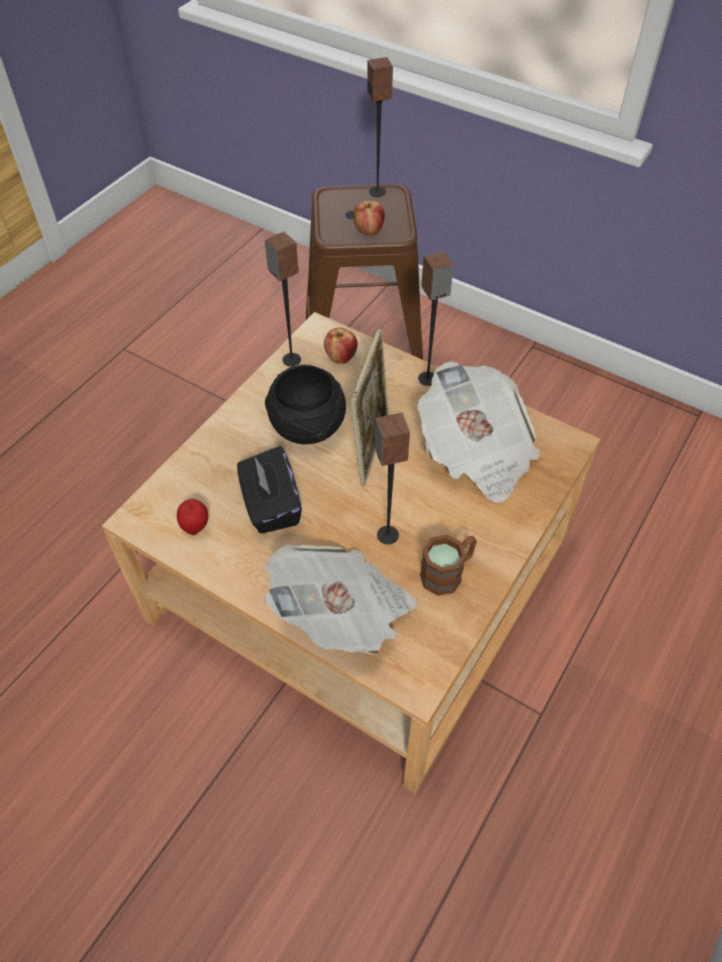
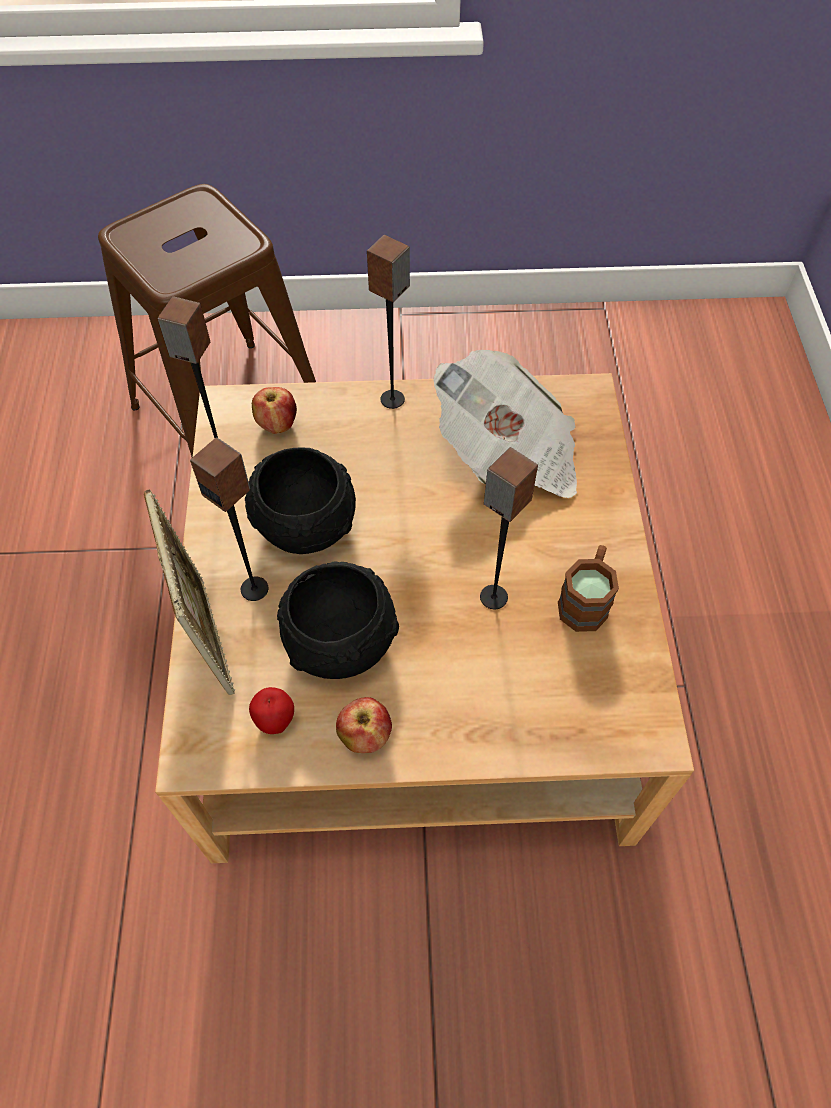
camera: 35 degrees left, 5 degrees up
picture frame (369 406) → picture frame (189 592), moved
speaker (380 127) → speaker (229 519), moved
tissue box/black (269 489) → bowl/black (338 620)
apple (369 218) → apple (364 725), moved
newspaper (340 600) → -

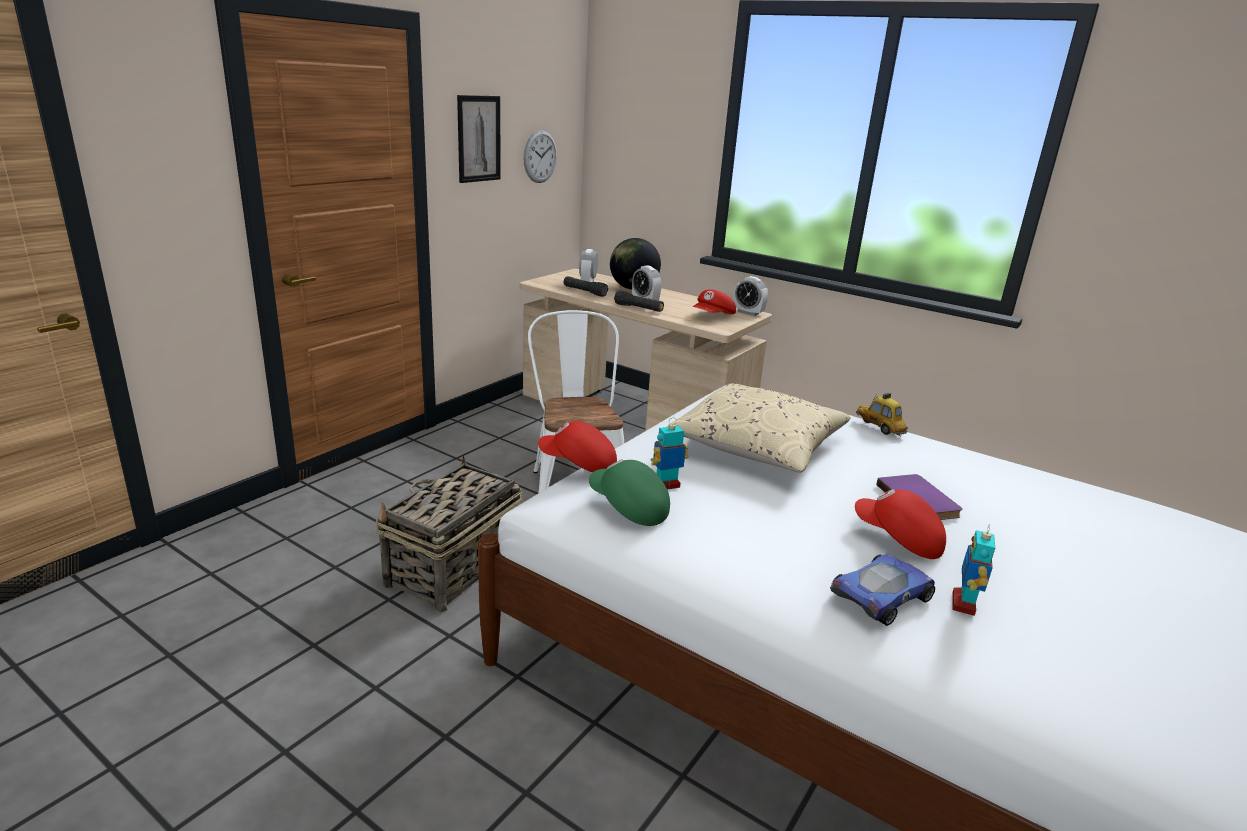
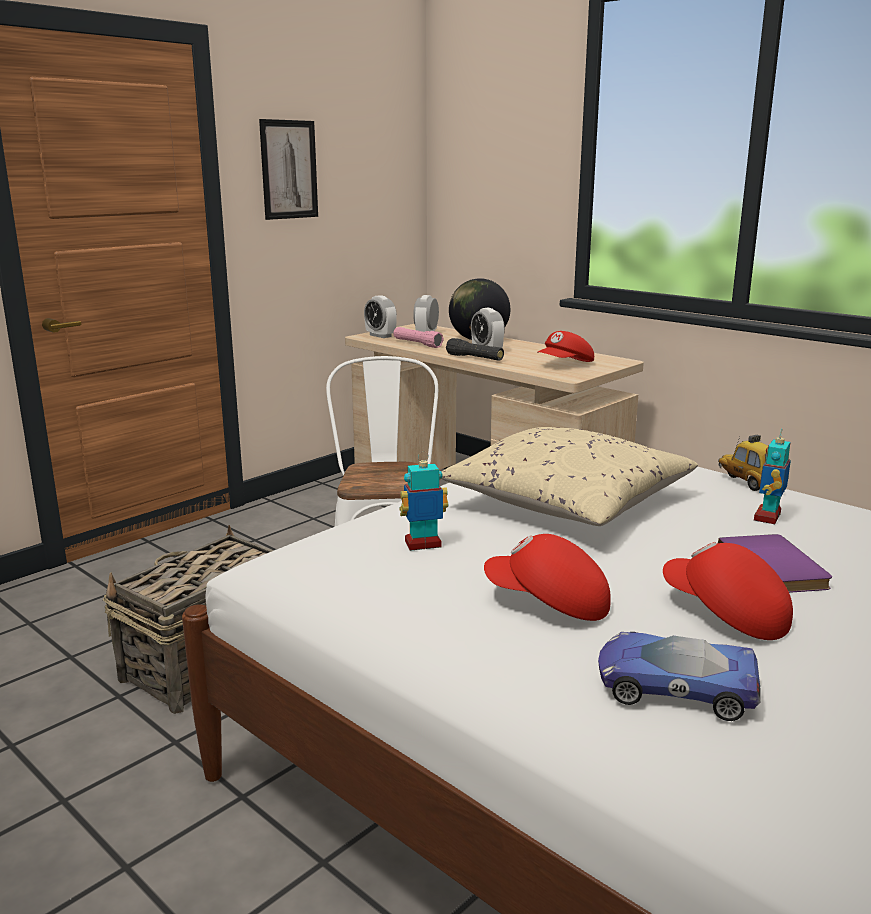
camera: 10 degrees right, 5 degrees down
alarm clock (750 296) → alarm clock (380 316), moved
flashlight/black (586 286) → flashlight/pink (418 337)
cap/red (577 446) → cap/red (547 577), moved
toy car (882 589) → toy car (679 676), 135 degrees counterclockwise
toy robot (974 570) → toy robot (772 476), moved
wall clock (540 156) → -
cap/green (629 492) → -

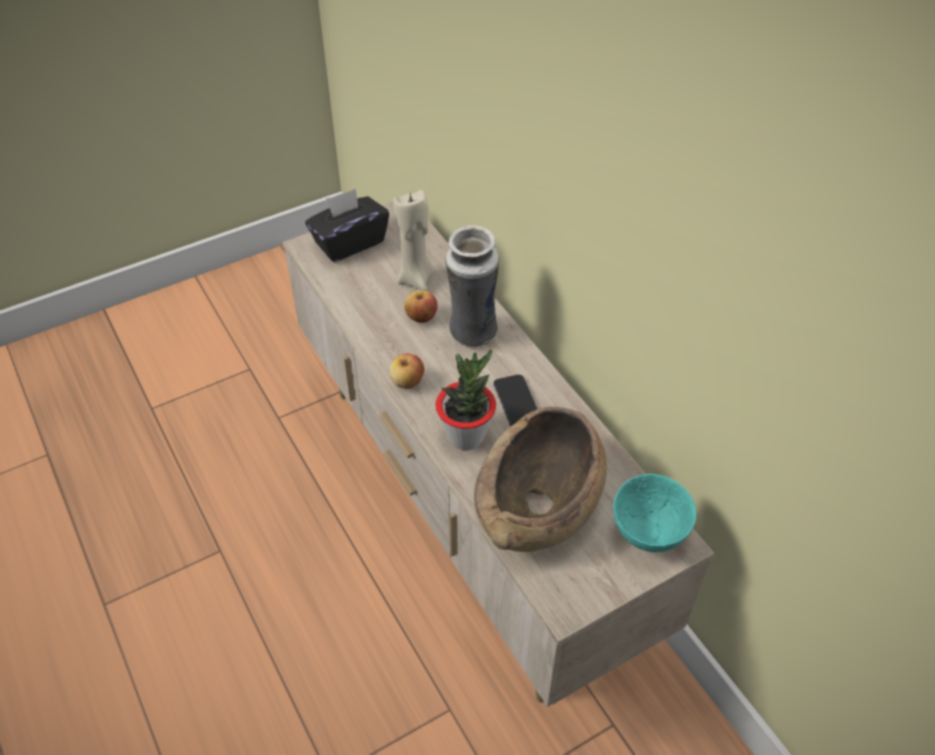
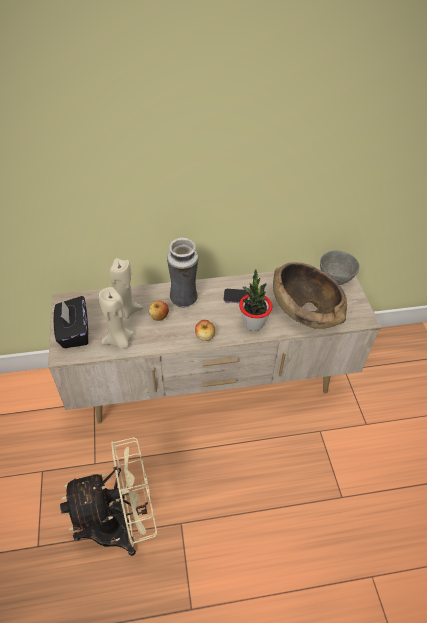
camera: 70 degrees left, 0 degrees up
- → fan/beige (108 496)
- → candle/beige (116 318)
bowl/turquoise (655 513) → bowl/grey (340 268)

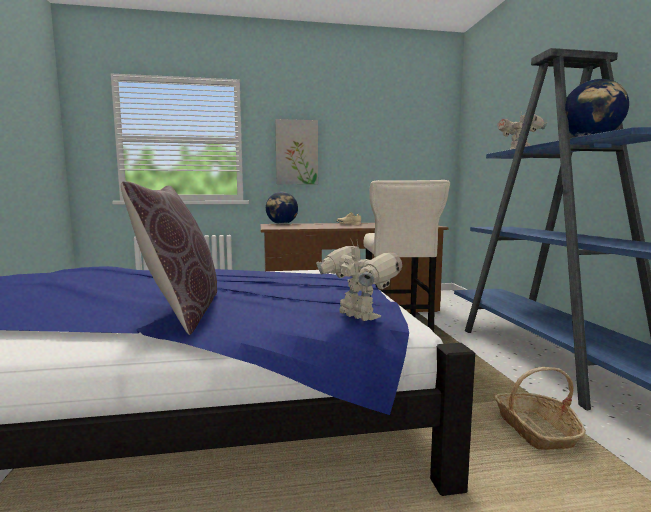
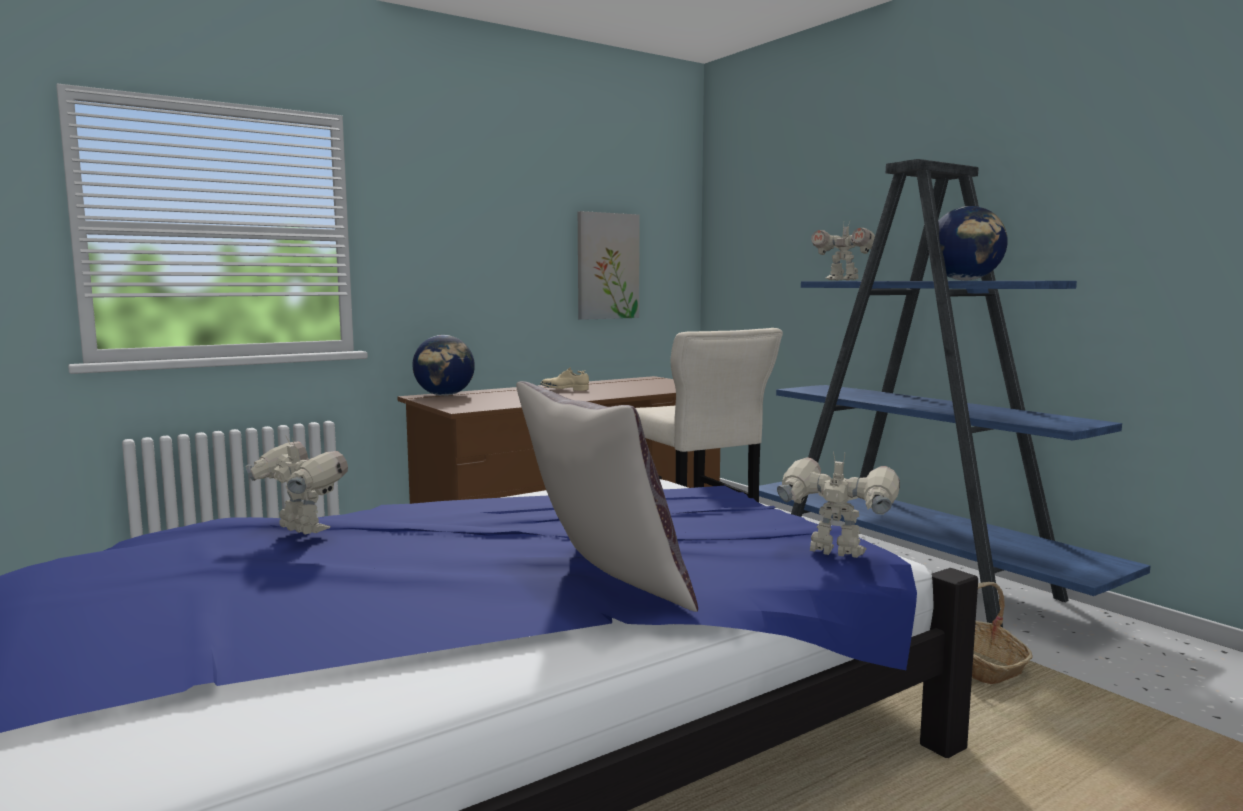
camera: 25 degrees left, 0 degrees up
- → toy robot (297 485)
picture (296 151) → picture (609 265), moved

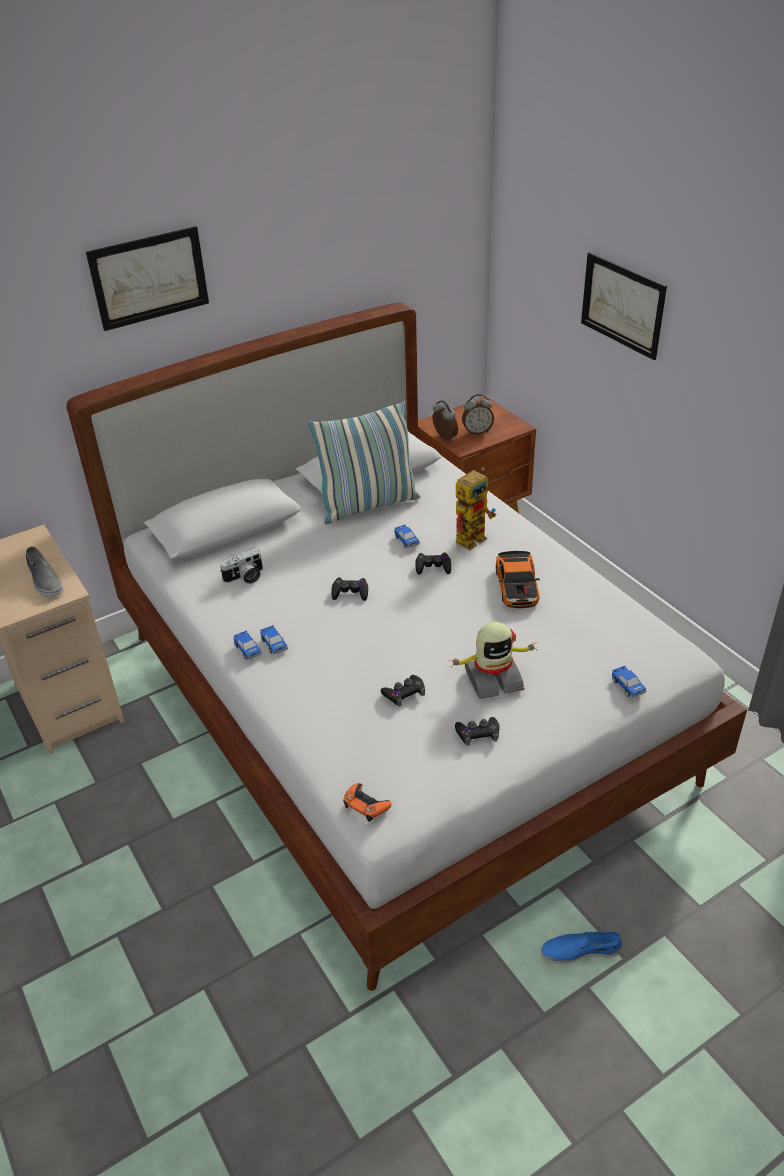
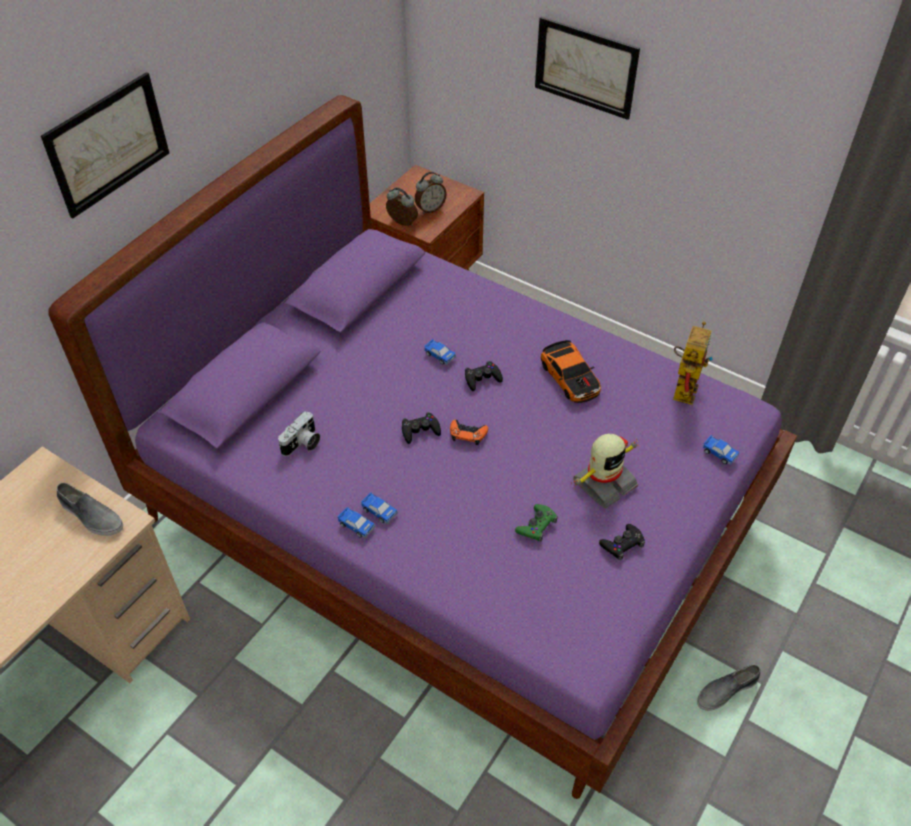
camera: 25 degrees left, 10 degrees up
bed/white (407 646) → bed/purple (422 447)
game controller/orange (367 802) → game controller/orange (469 432), moved
game controller/black (403 691) → game controller/green (536 523)
toy robot (476 509) → toy robot (693 363), moved
shoe/blue (581 947) → shoe/grey (728 687)
pillow (364 462) → -

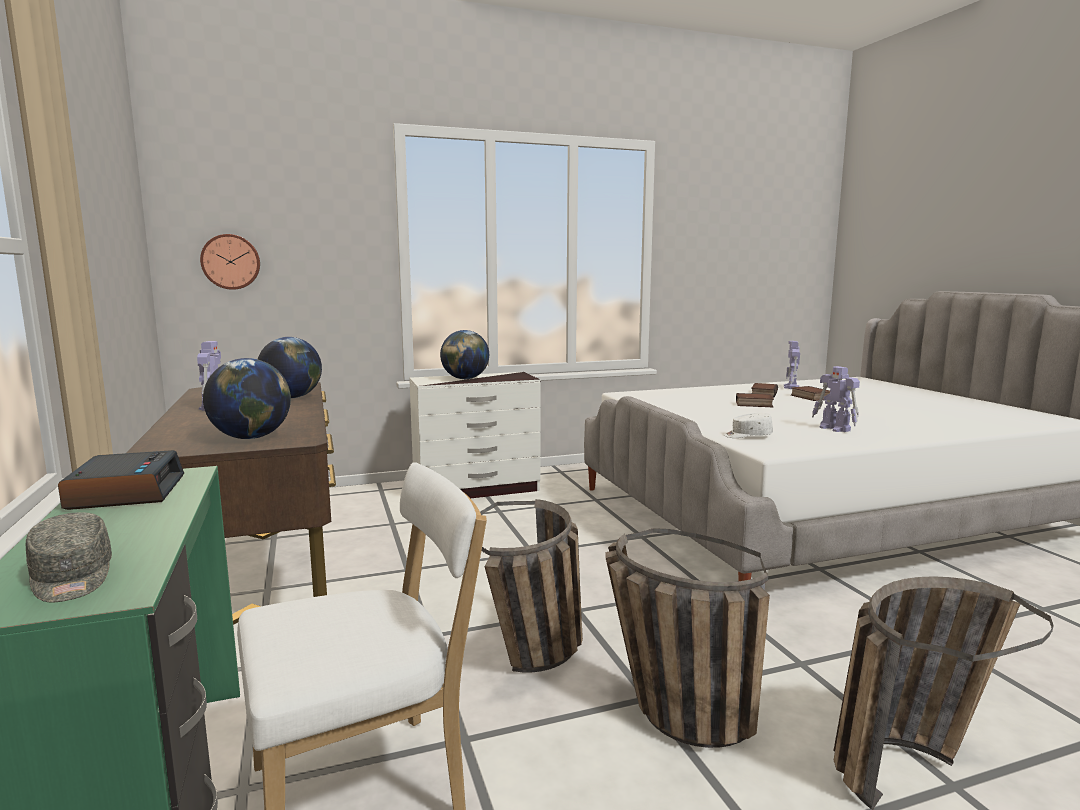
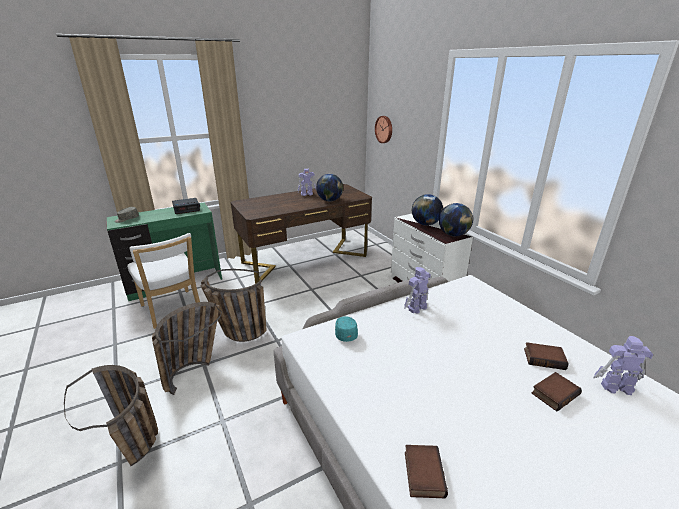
camera: 80 degrees right, 15 degrees up
cap/white (748 425) → cap/turquoise (346 329)
toy robot (836 399) → toy robot (417 290), moved
book (755 400) → book (426 471), moved
globe (247 398) → globe (456 219), moved

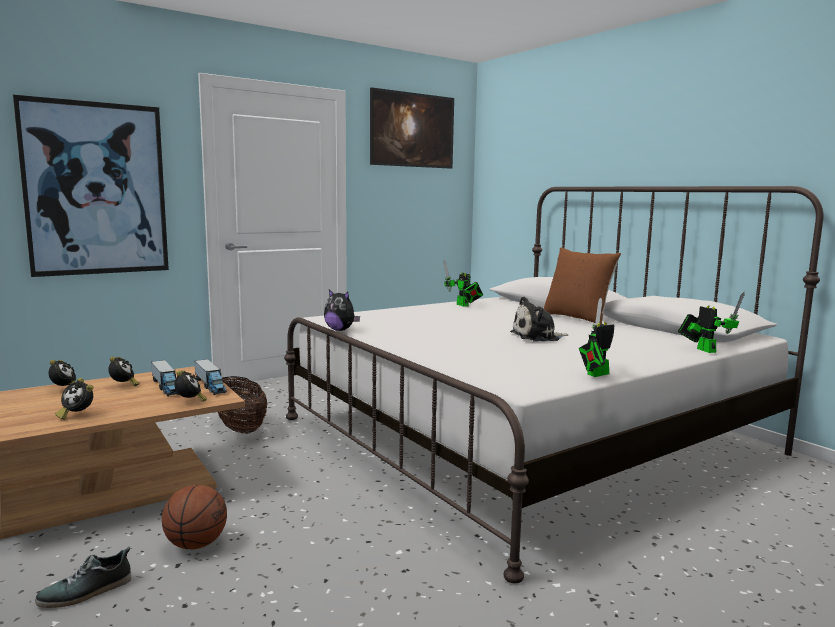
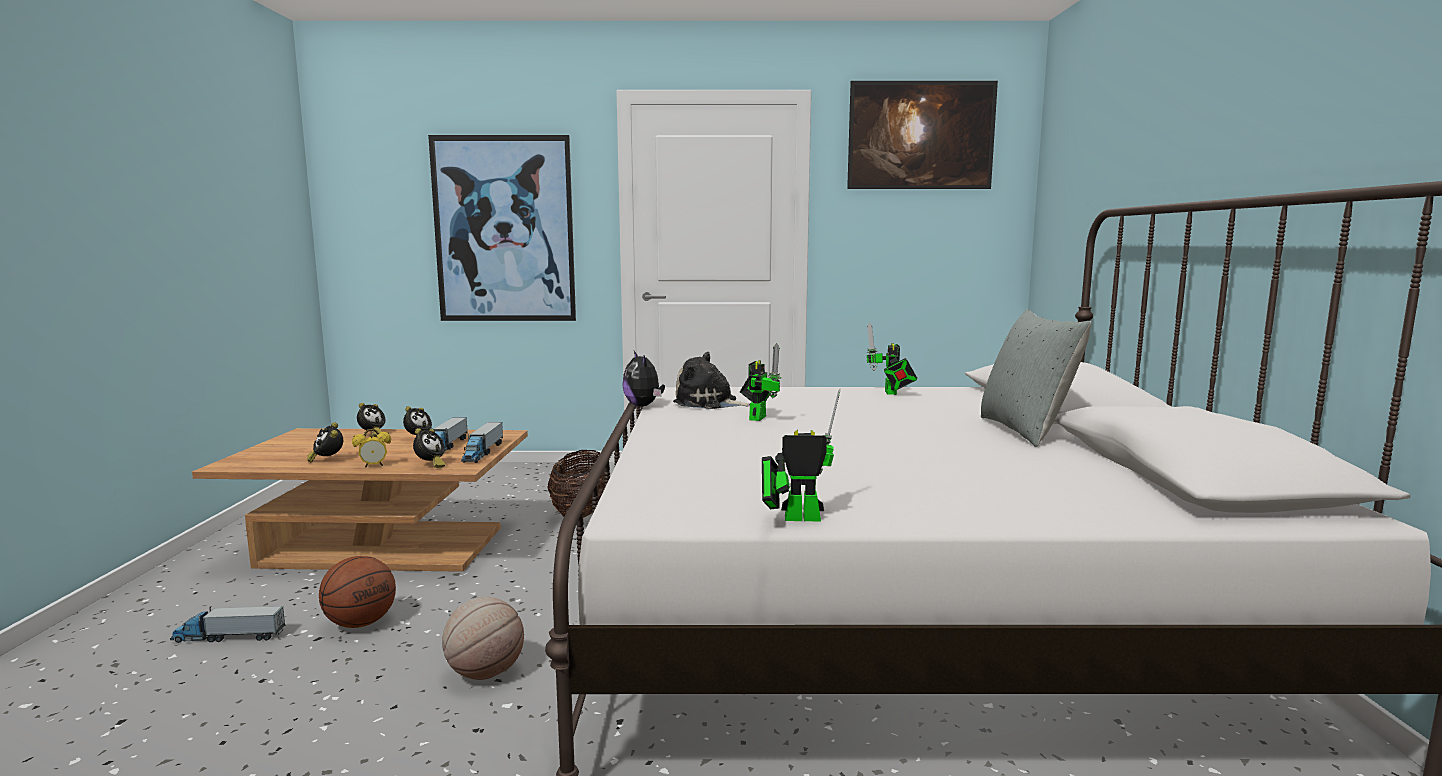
camera: 35 degrees right, 0 degrees up
shoe (83 577) → toy truck (228 624)
- → alarm clock (371 448)
- → basketball (483 638)
plush toy (539 319) → plush toy (711 380), moved
toy robot (711 322) → toy robot (761 382), moved
pillow/brown (582 285) → pillow/grey (1036 378)

